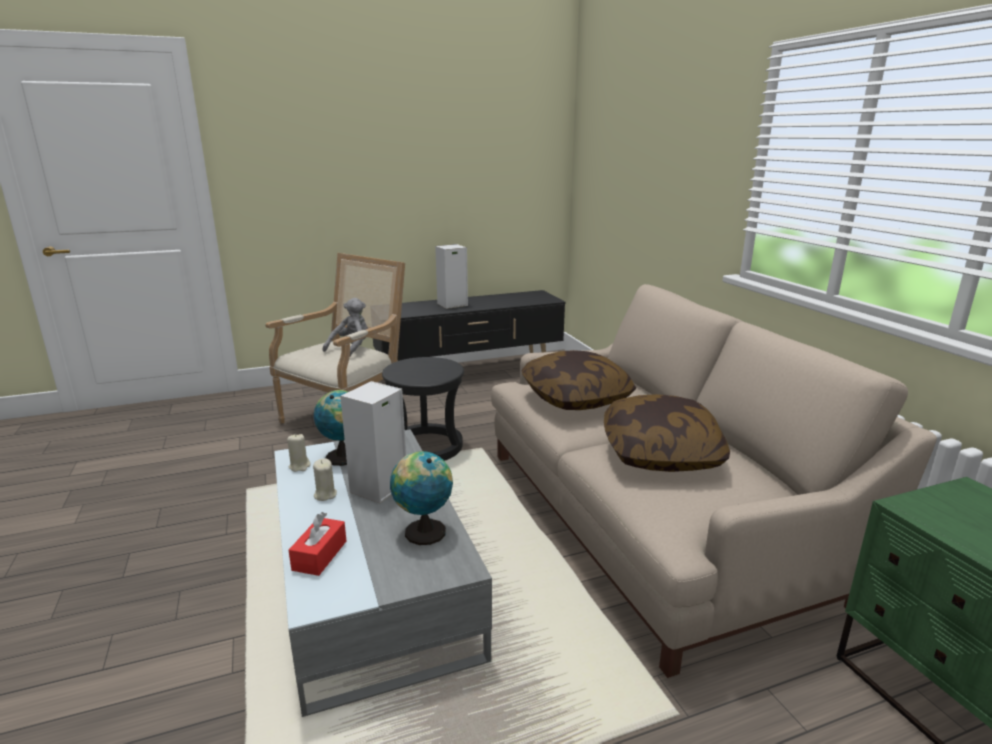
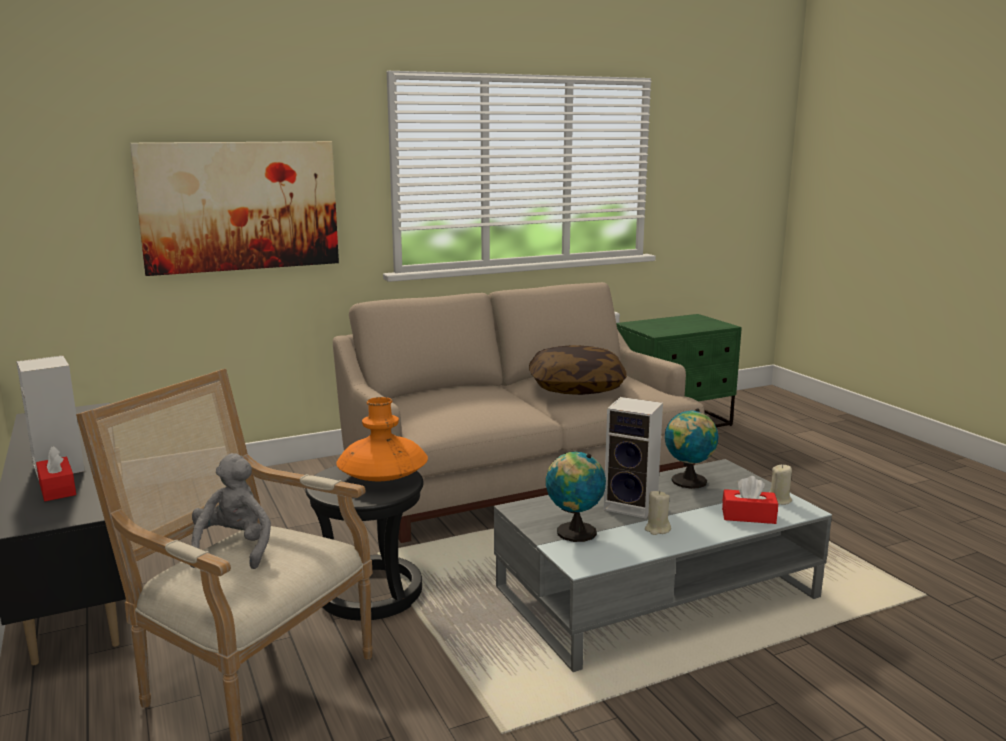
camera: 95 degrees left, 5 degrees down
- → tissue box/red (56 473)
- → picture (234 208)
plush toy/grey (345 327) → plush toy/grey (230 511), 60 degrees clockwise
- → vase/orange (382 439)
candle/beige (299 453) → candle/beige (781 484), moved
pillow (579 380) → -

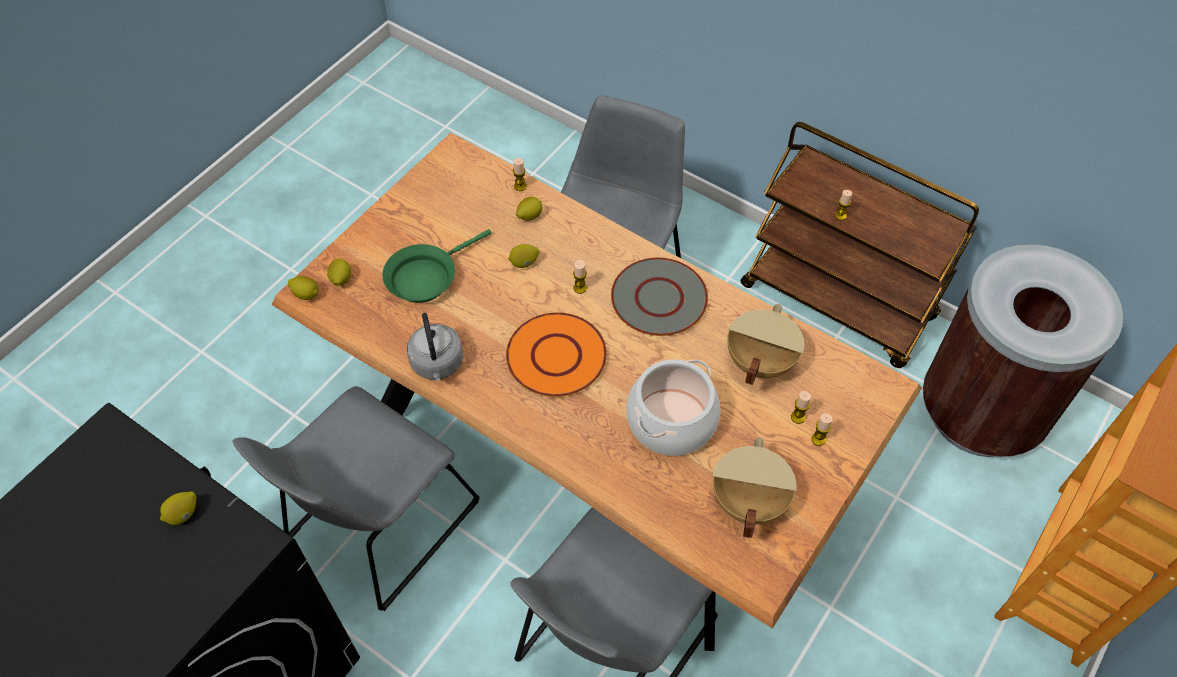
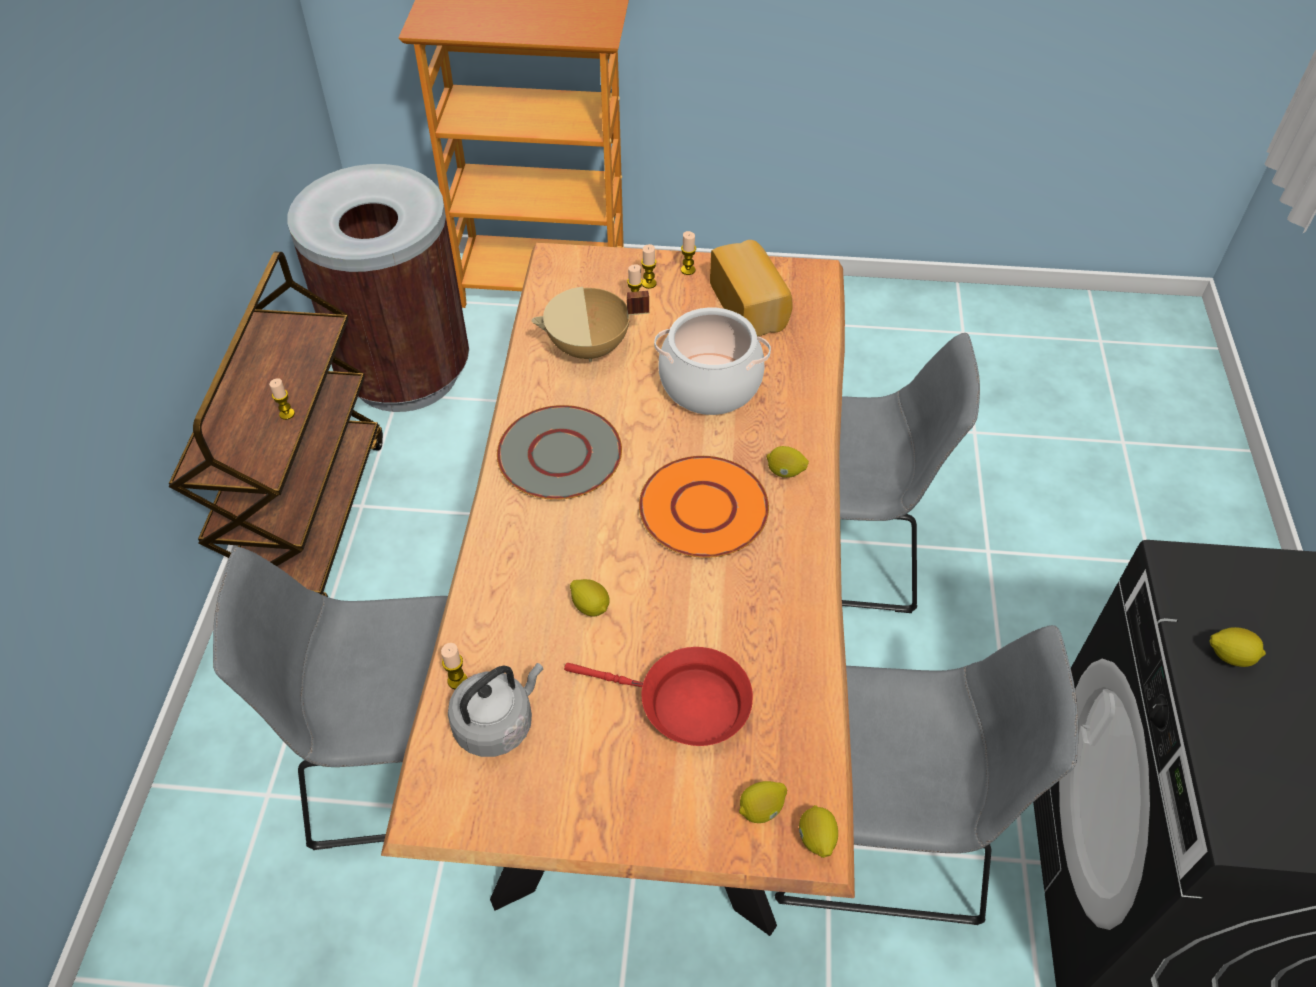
camera: 120 degrees left, 5 degrees down
kettle/grey (435 347) → kettle/grey (495 710), moved
frying pan/green (436 266) → frying pan/red (658 696)
candle (580 277) → candle (688 253), moved
cooking pot/beige (754 488) → bread (751 288)
lemon (529 209) → lemon (788 462), moved

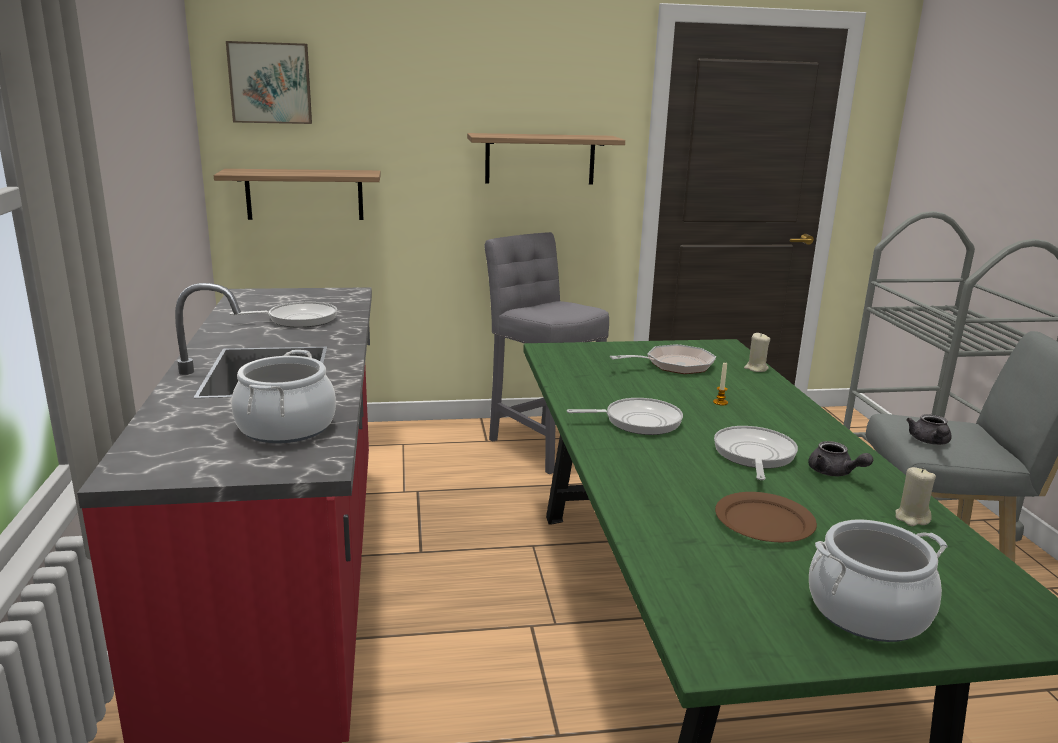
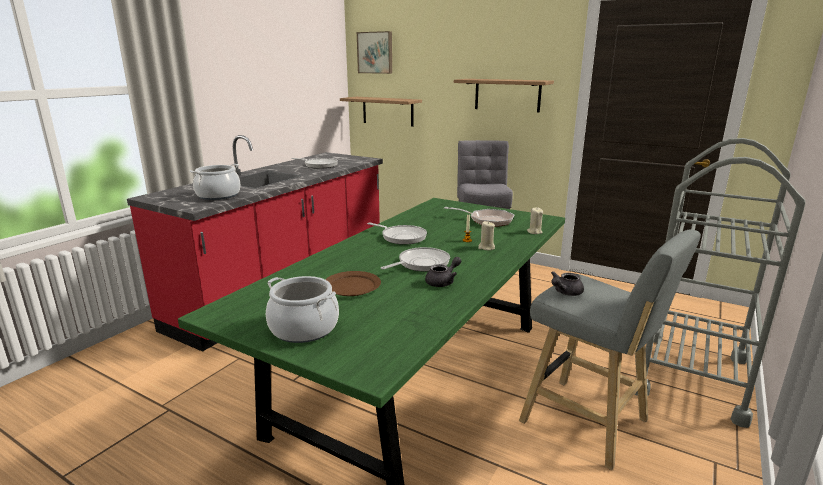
camera: 40 degrees right, 0 degrees up
teapot/grey (840 458) → teapot/grey (443 272), 135 degrees counterclockwise
candle/beige (915 496) → candle/beige (486 235), moved

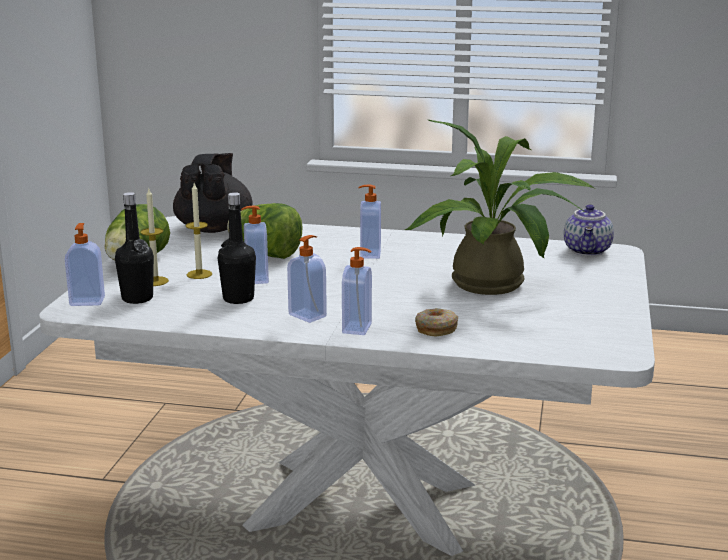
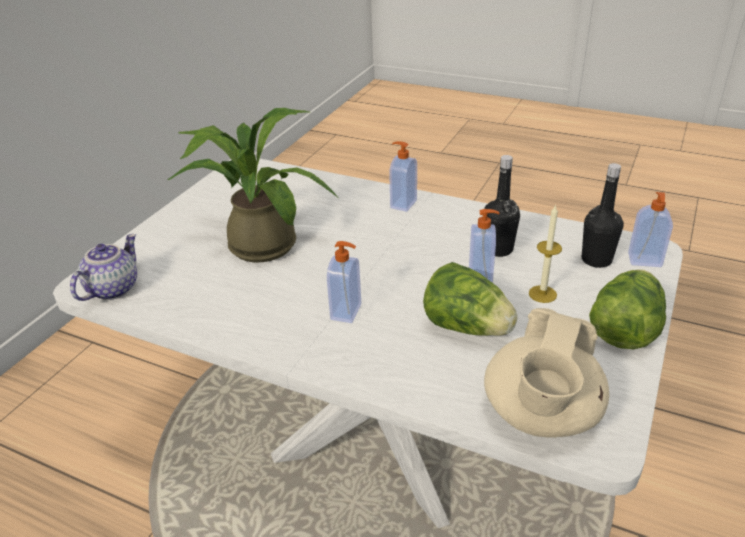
camera: 165 degrees left, 15 degrees up
teapot/black (213 193) → teapot/beige (546 373)
candle (155 237) → -
soap dispenser (307 279) → -
donut (436 322) → -

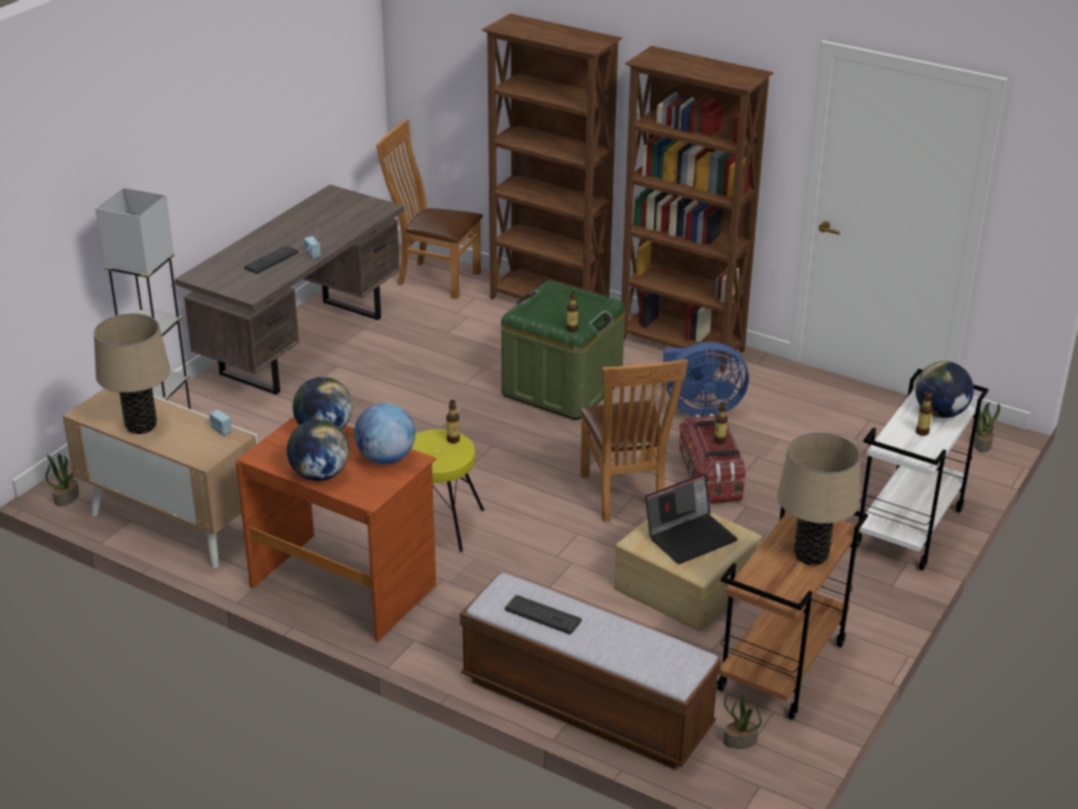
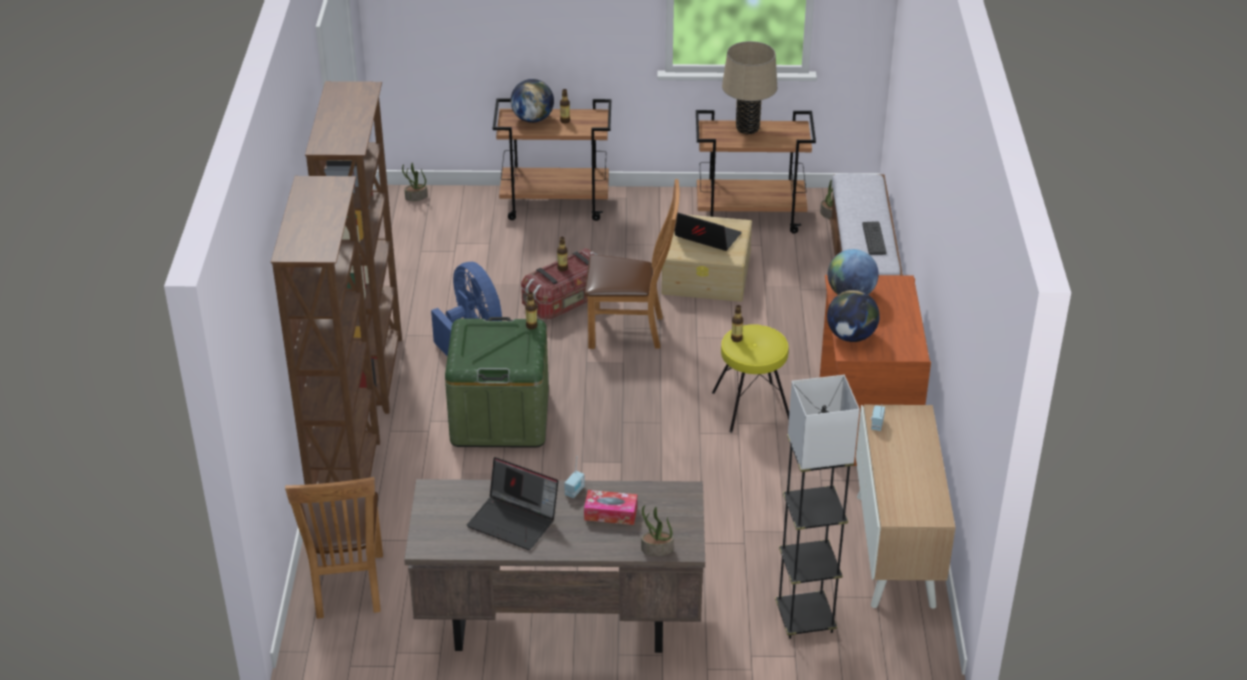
camera: 120 degrees left, 5 degrees up
- → laptop (512 503)
cart/white (922 470) → cart/brown (552 159)
keyboard (271 259) → tissue box (610 507)
chair/brown (633 440) → chair/brown (632 264), 45 degrees clockwise
potted plant (62 480) → potted plant (657 530), moved
table lamp/beige (132 373) → -
globe (318 450) → -

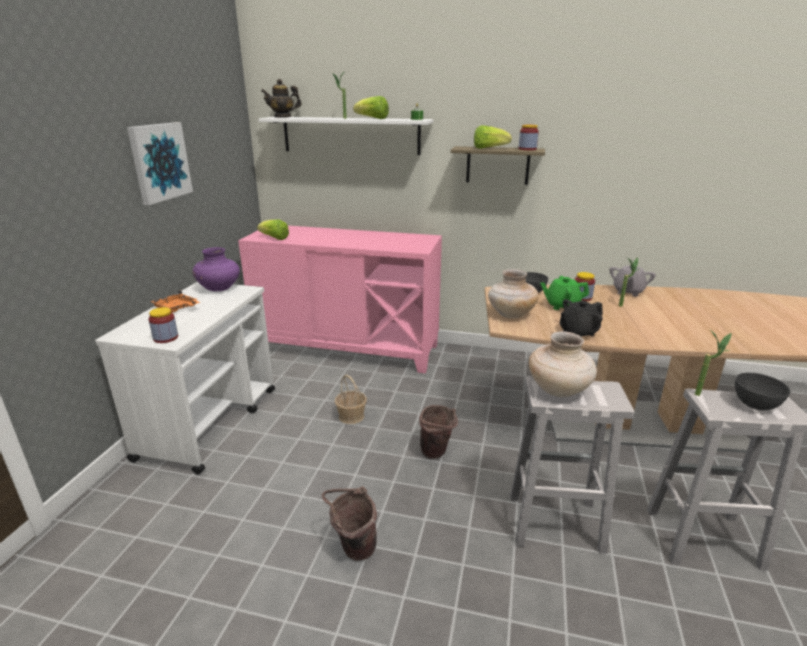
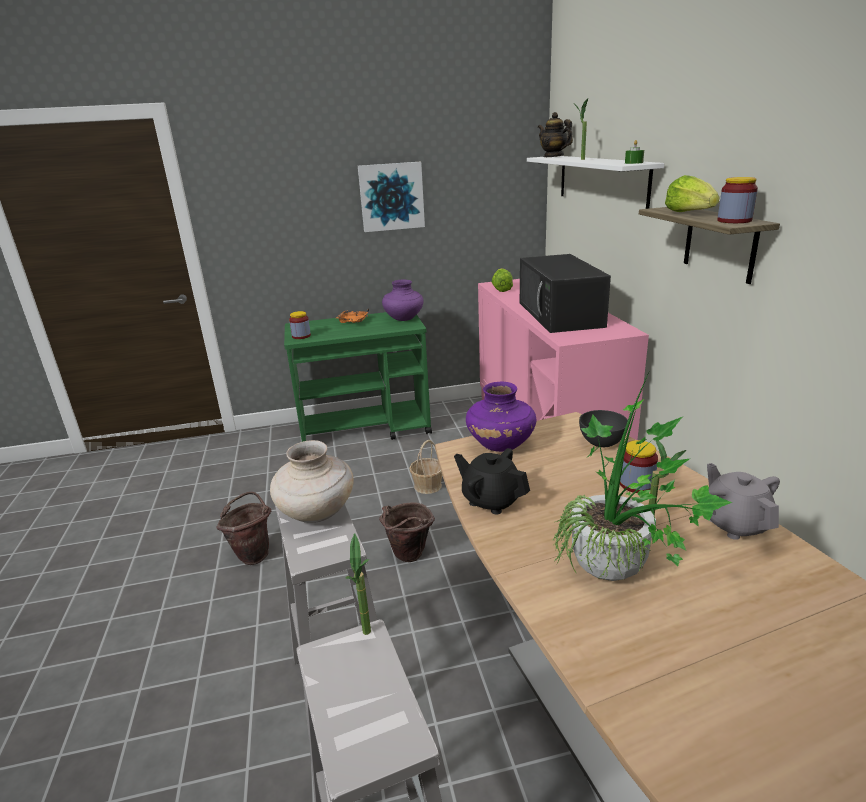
camera: 65 degrees right, 0 degrees up
cart/white (185 378) → cart/green (358 377)
vase/beige (513 293) → vase/purple (501 417)
- → microwave/black (565 293)
- → potted plant (642 475)
teapot/grey (632 281) → teapot/grey (743 501), 75 degrees clockwise
lettuce (371 107) → -
teapot/green (564 293) → -
bowl/grey (762 391) → -

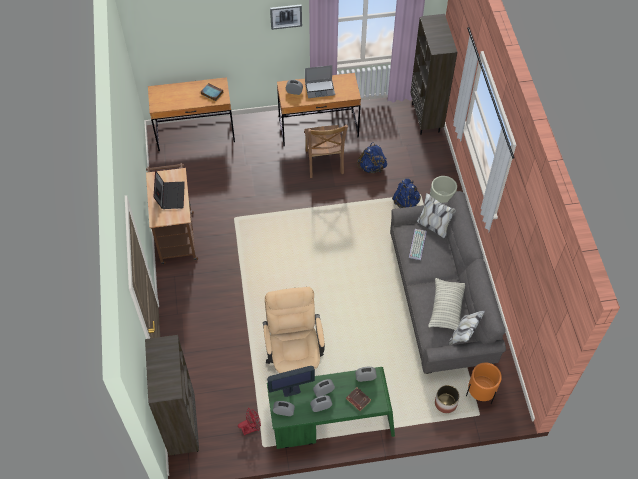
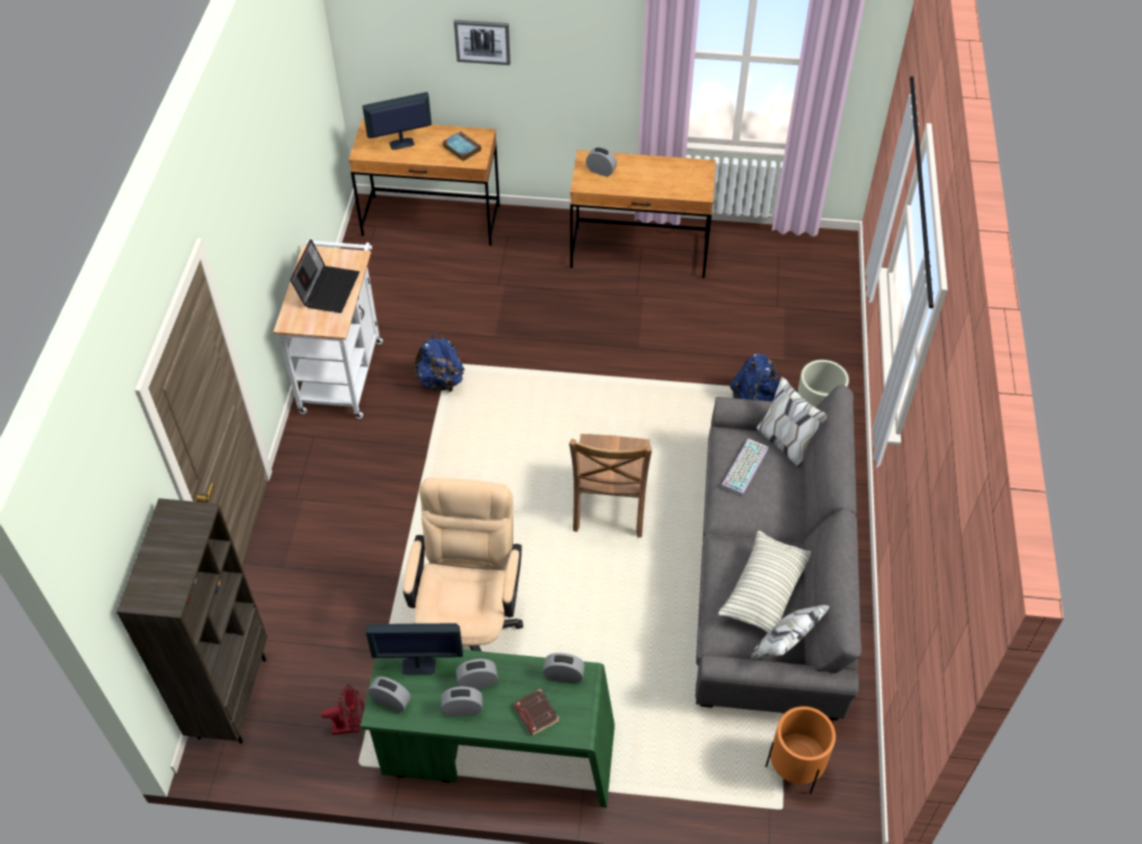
camera: 15 degrees right, 5 degrees down
cart/brown (172 214) → cart/white (328 328)
- → monitor (397 121)
backpack/blue (372 157) → backpack/blue (439 363), moved
picture (286 17) → picture (482 42), moved
chair/brown (326 151) → chair/brown (610 486), moved
laptop (320 81) → -
bookcase/brown (433 74) → -
planter (447 399) → -

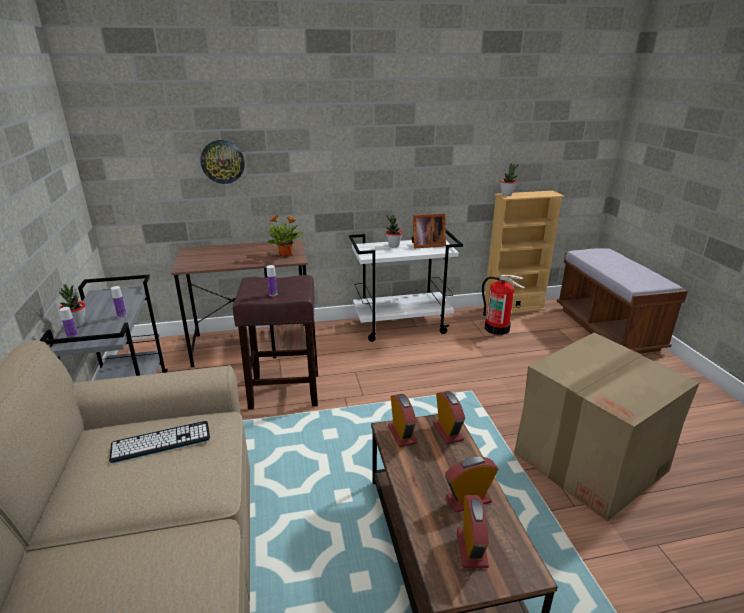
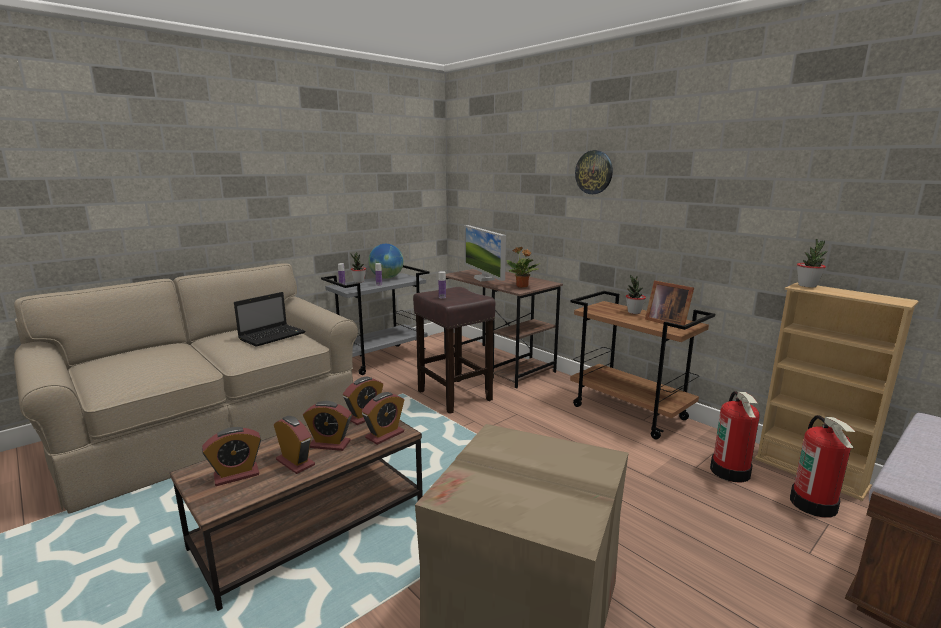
camera: 60 degrees right, 10 degrees down
keyboard (159 442) → laptop (270 319)
- → alarm clock (327 426)
- → globe (386 261)
- → monitor (485 253)
cart/white (406 285) → cart/brown (642 365)
wall clock (222 162) → wall clock (594 172), moved
- → fire extinguisher (822 466)

